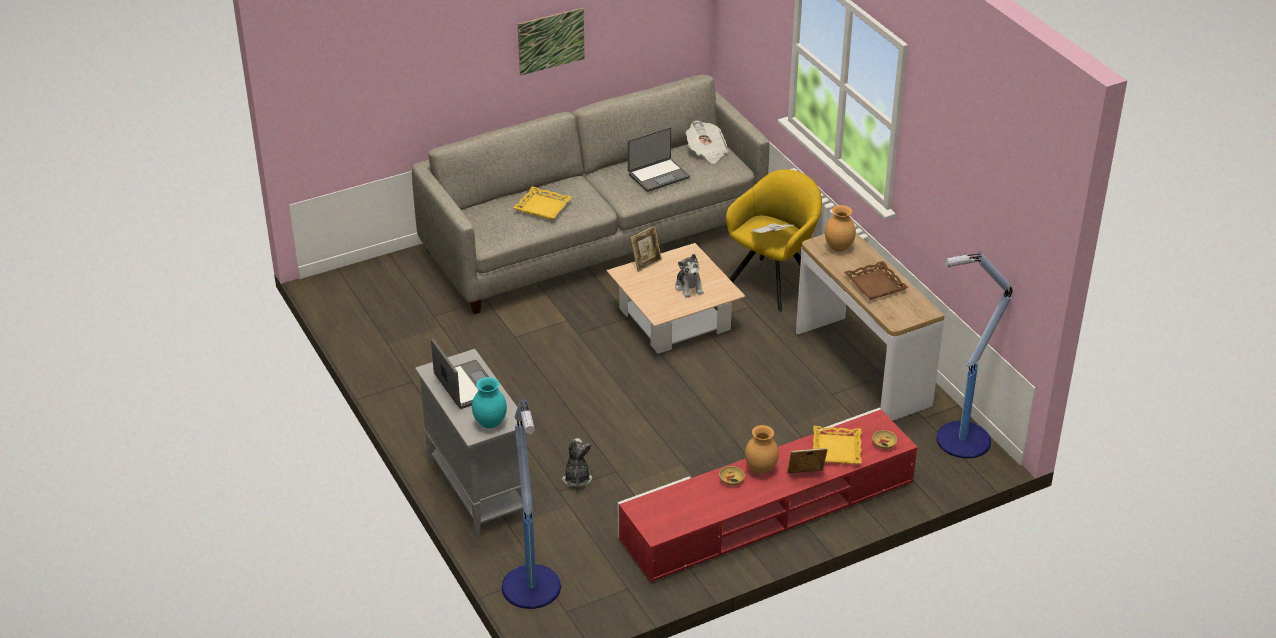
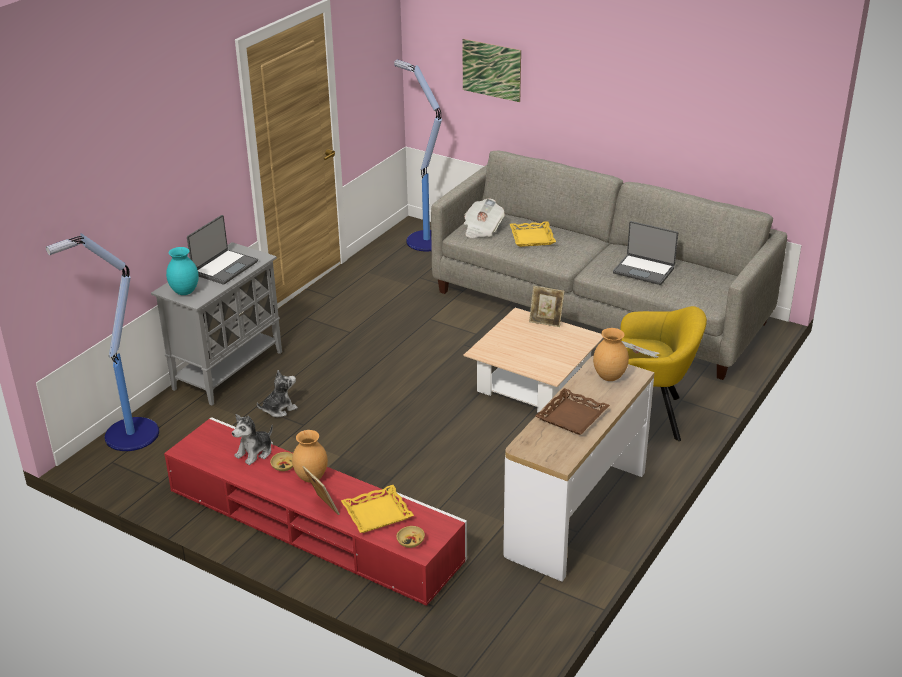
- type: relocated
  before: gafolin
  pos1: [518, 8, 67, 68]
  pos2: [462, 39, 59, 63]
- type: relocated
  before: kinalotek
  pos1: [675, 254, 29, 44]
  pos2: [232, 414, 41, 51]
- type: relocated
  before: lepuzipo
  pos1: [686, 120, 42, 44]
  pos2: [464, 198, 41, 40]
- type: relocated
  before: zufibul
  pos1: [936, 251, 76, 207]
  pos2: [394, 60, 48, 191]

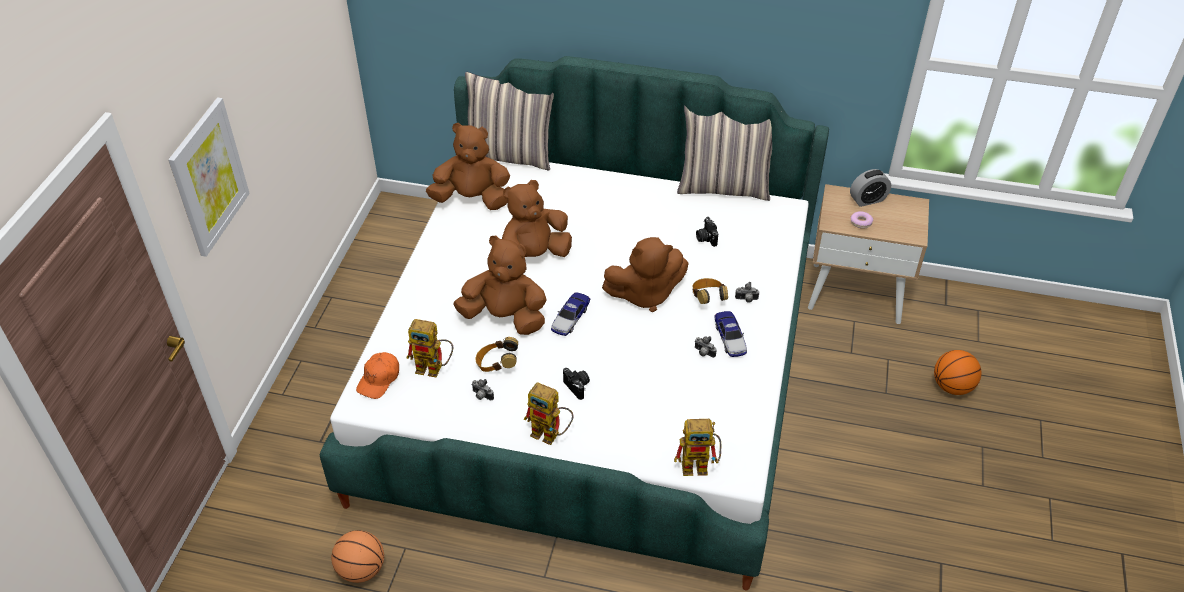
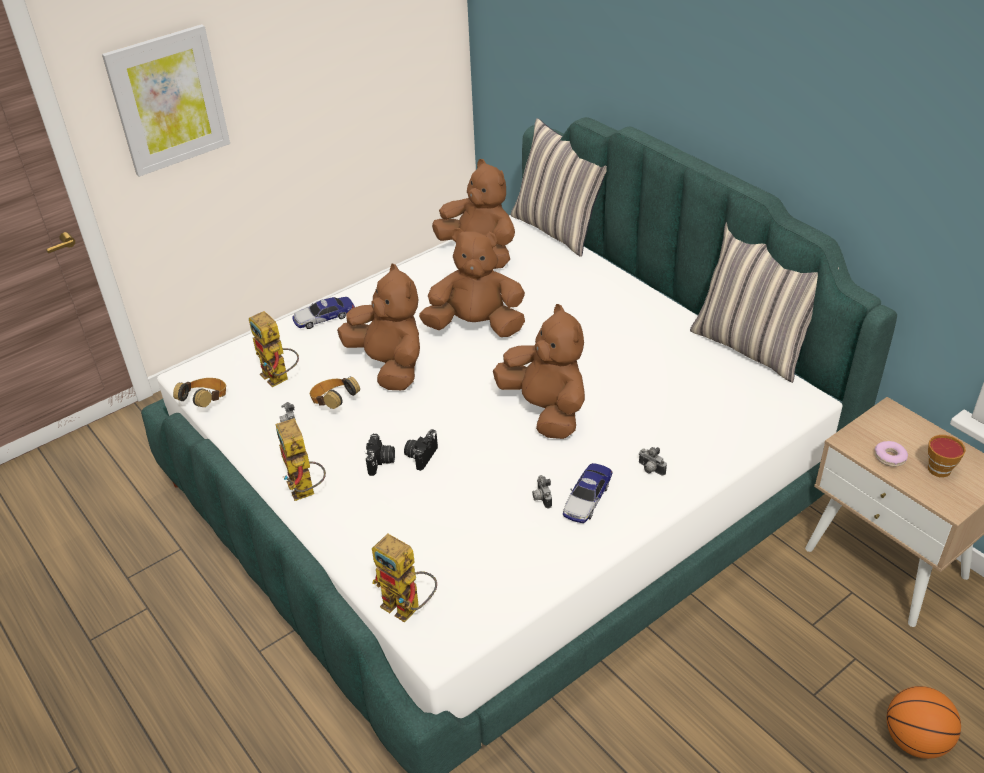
- type: missing
  before: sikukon
  pos1: [331, 530, 53, 53]
- type: missing
  before: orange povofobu
  pos1: [356, 352, 43, 47]
- type: missing
  before: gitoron
  pos1: [850, 169, 41, 38]
- type: appeared
  after: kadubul
  pos2: [928, 435, 38, 43]
- type: relocated
  before: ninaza
  pos1: [551, 292, 39, 44]
  pos2: [292, 297, 63, 32]
- type: relocated
  before: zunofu
  pos1: [692, 278, 36, 26]
  pos2: [173, 378, 53, 29]
- type: relocated
  before: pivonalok
  pos1: [696, 217, 23, 30]
  pos2: [404, 429, 34, 42]
- type: spun
  before: brown kinalotek
  pos1: [602, 237, 87, 75]
  pos2: [493, 304, 92, 135]
  turn: -150

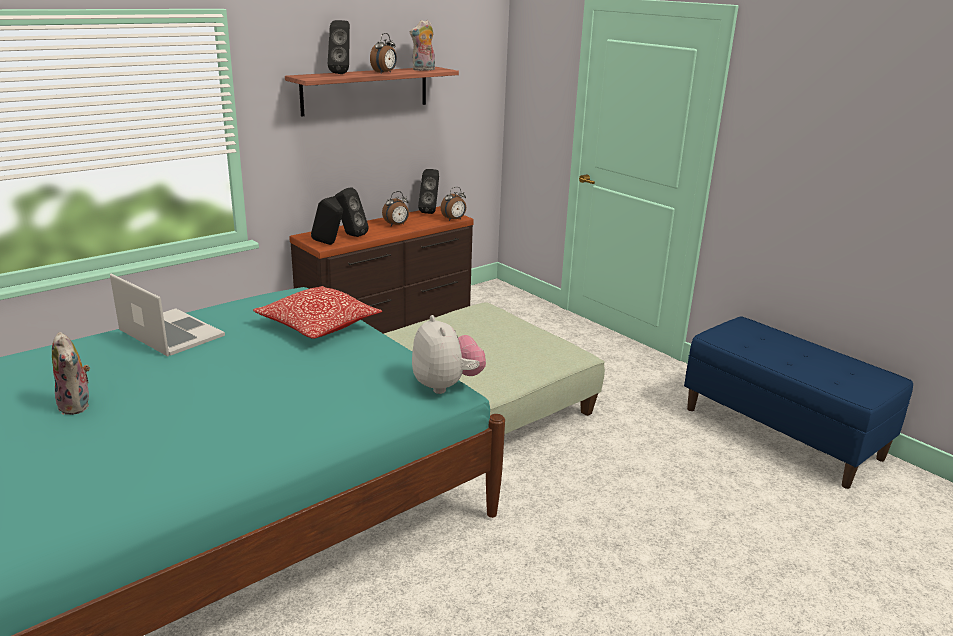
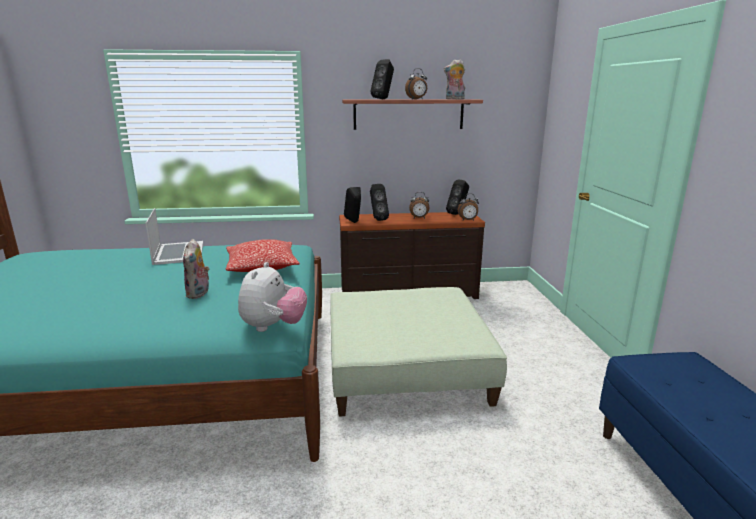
- type: relocated
  before: kinalotek
  pos1: [52, 332, 38, 83]
  pos2: [183, 239, 26, 60]

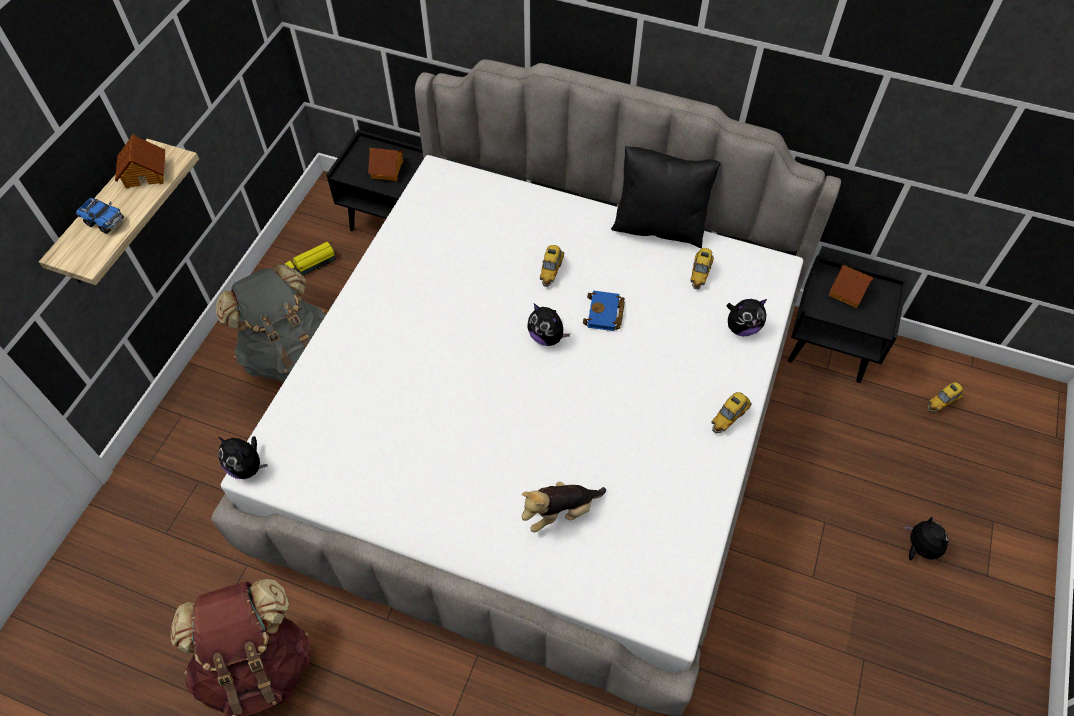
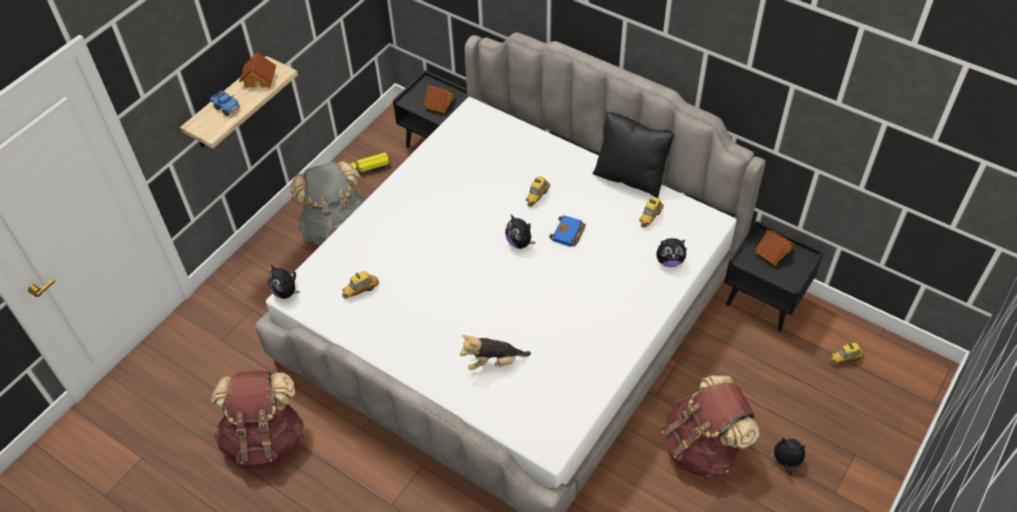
- type: appeared
  after: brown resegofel
  pos2: [662, 375, 97, 104]
- type: relocated
  before: ninaza
  pos1: [711, 392, 41, 41]
  pos2: [342, 271, 38, 28]
- type: spun
  before: kinalotek
  pos1: [904, 516, 45, 44]
  pos2: [769, 438, 36, 38]
  turn: -60

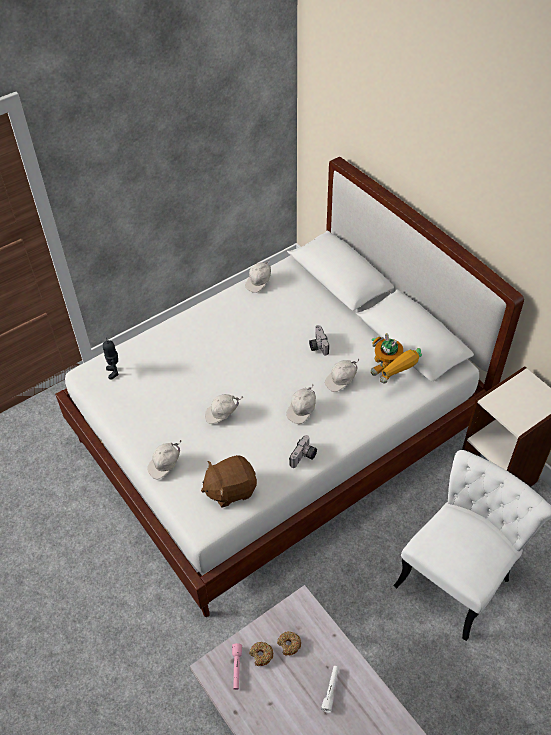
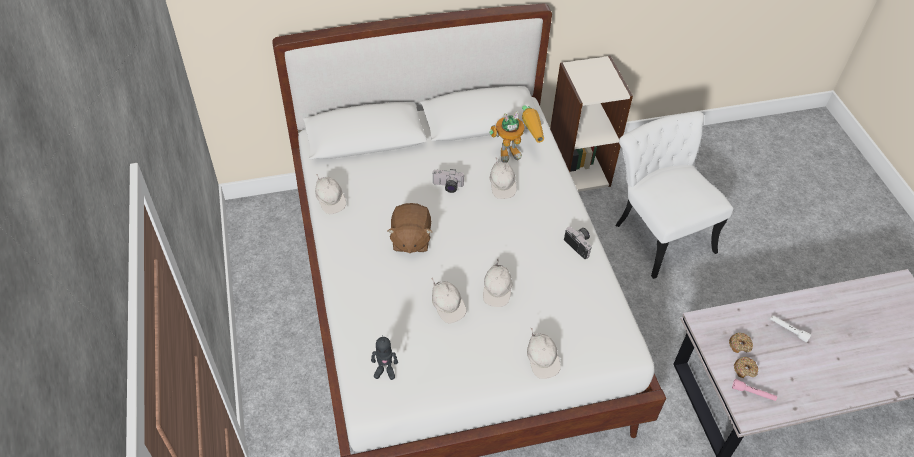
- type: relocated
  before: brown kinalotek
  pos1: [201, 455, 56, 53]
  pos2: [388, 203, 44, 51]
- type: relocated
  before: white povofobu
  pos1: [286, 384, 30, 40]
  pos2: [431, 278, 35, 45]

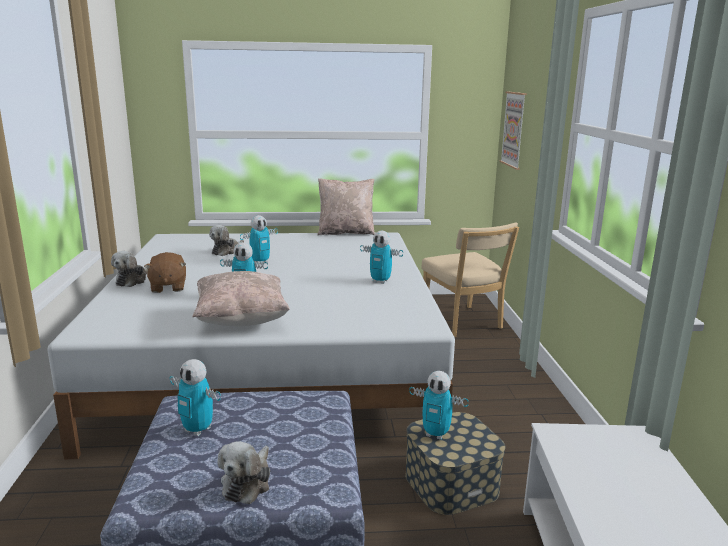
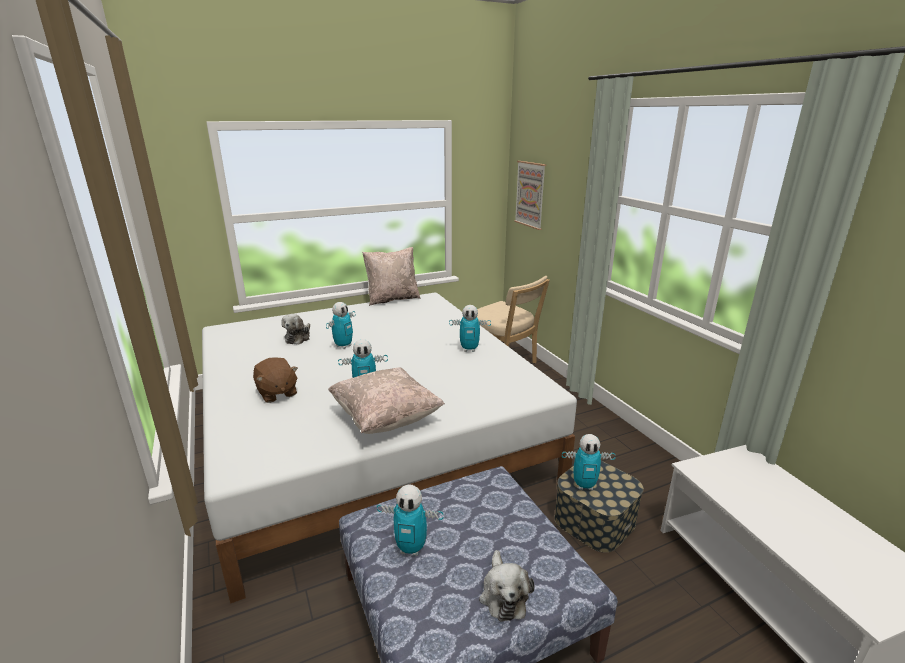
- type: missing
  before: kinalotek
  pos1: [111, 251, 37, 36]

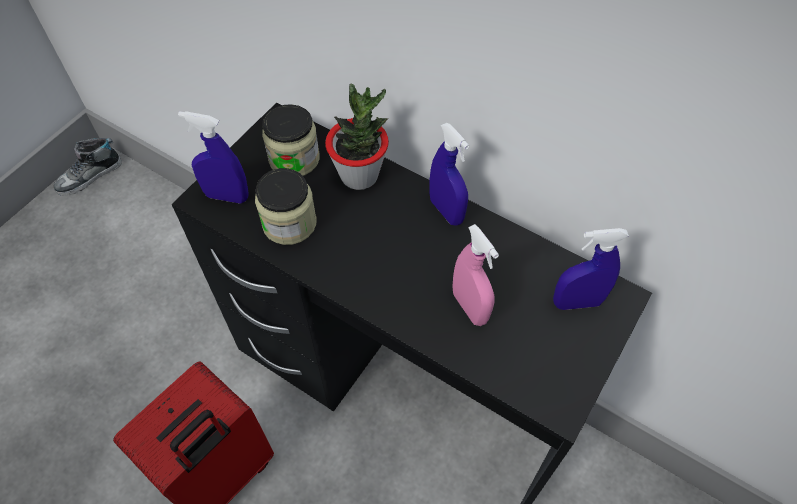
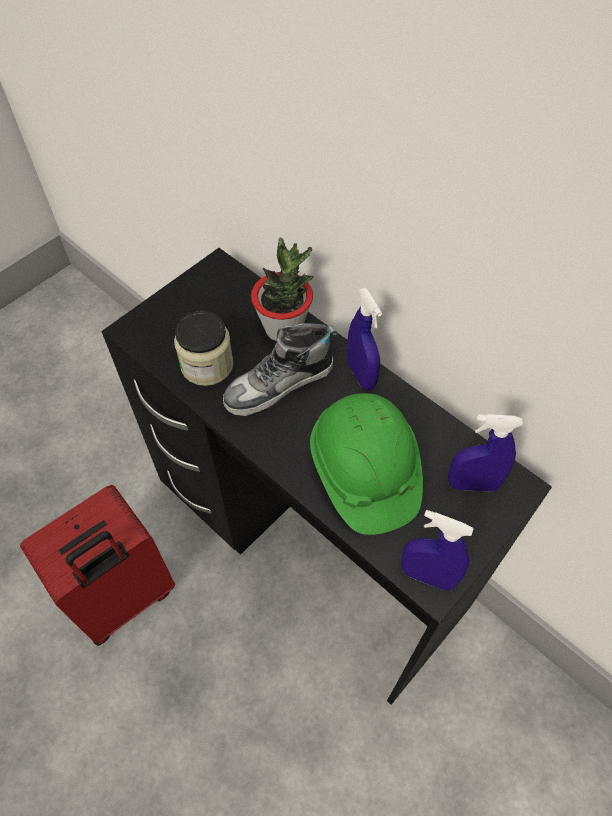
- type: missing
  before: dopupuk
  pos1: [262, 104, 58, 72]
- type: relocated
  before: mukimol
  pos1: [54, 138, 68, 58]
  pos2: [223, 323, 114, 93]
- type: relocated
  before: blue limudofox
  pos1: [178, 111, 71, 93]
  pos2: [401, 510, 73, 81]
- type: exchanged
  before: pink limudofox
  after: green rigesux
  pos1: [452, 224, 47, 102]
  pos2: [310, 393, 113, 142]

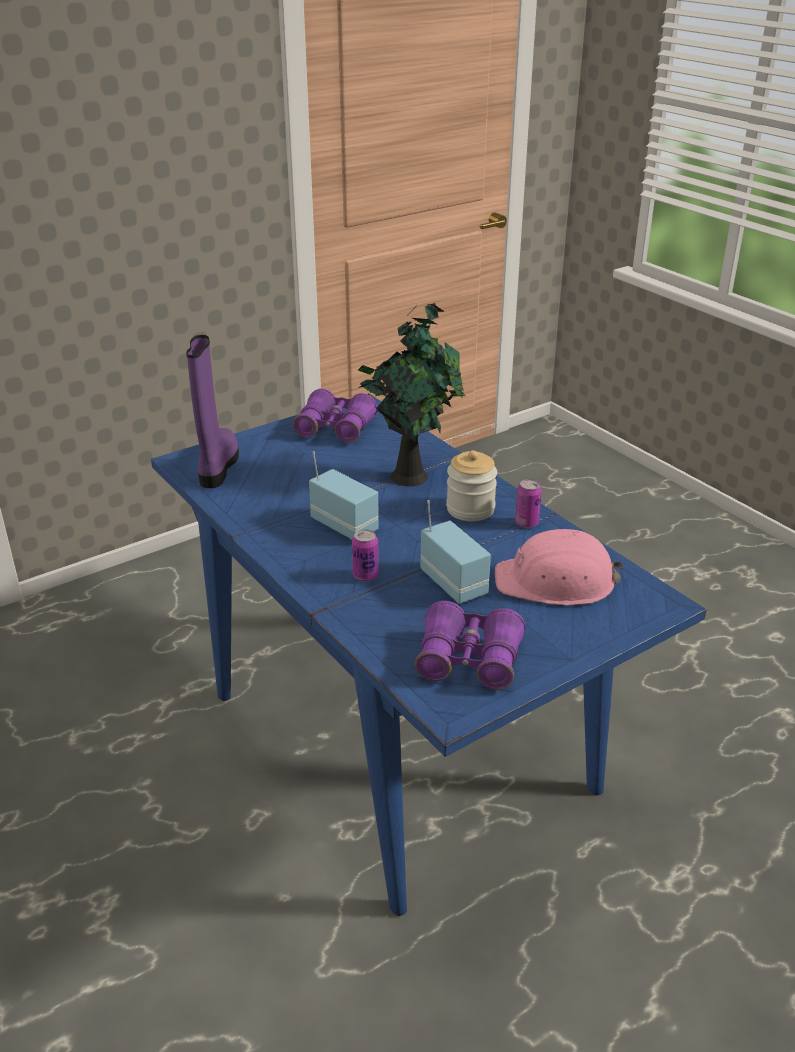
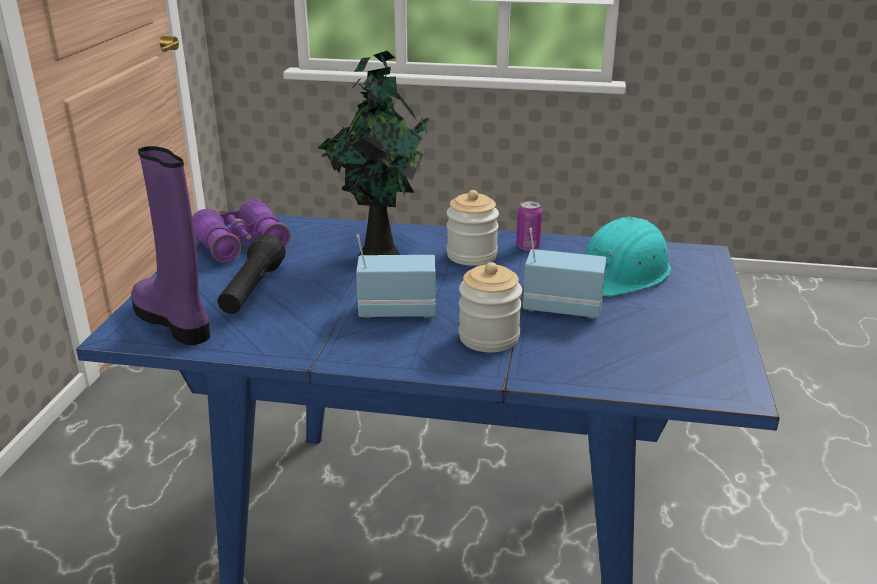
- type: missing
  before: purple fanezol
  pos1: [415, 601, 110, 89]
- type: appeared
  after: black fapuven
  pos2: [217, 234, 69, 80]
- type: exchanged
  before: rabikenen
  after: dopupuk
  pos1: [352, 529, 27, 53]
  pos2: [459, 262, 63, 90]
- type: colour
  before: pink rigesux
  after: turquoise rigesux
  pos1: [495, 529, 128, 76]
  pos2: [585, 216, 86, 80]

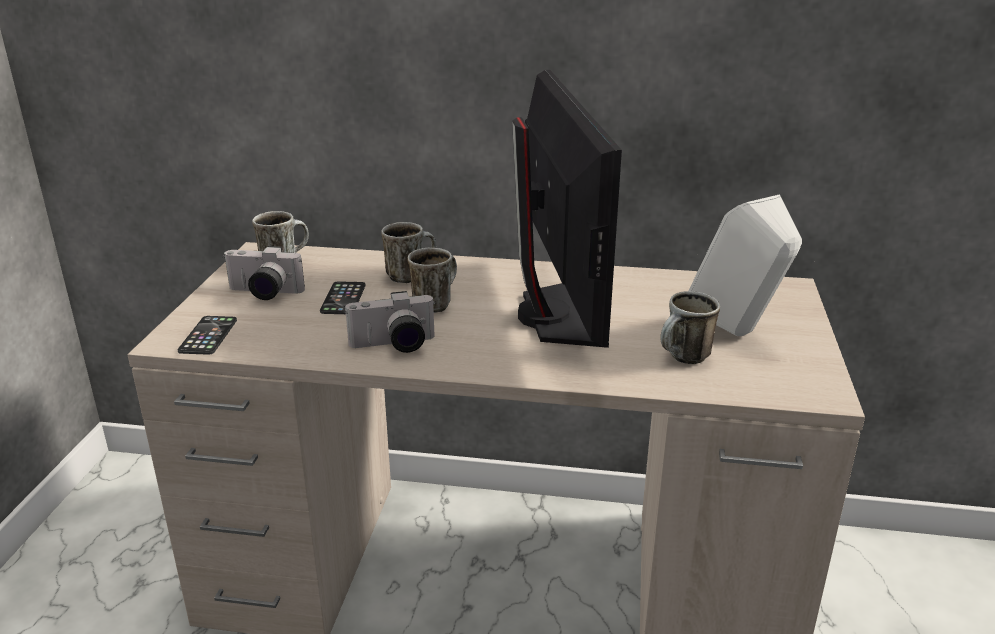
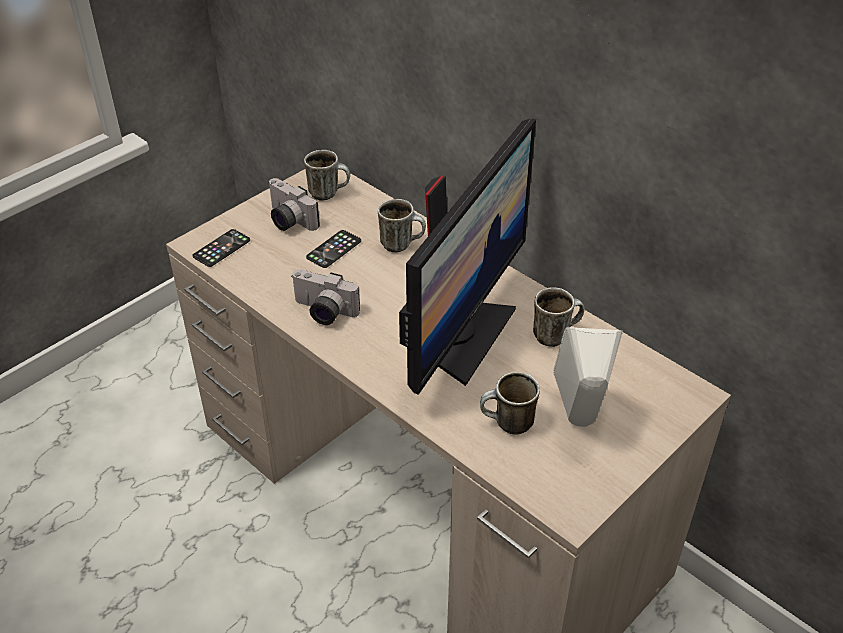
- type: relocated
  before: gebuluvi
  pos1: [407, 248, 50, 65]
  pos2: [533, 287, 51, 60]

